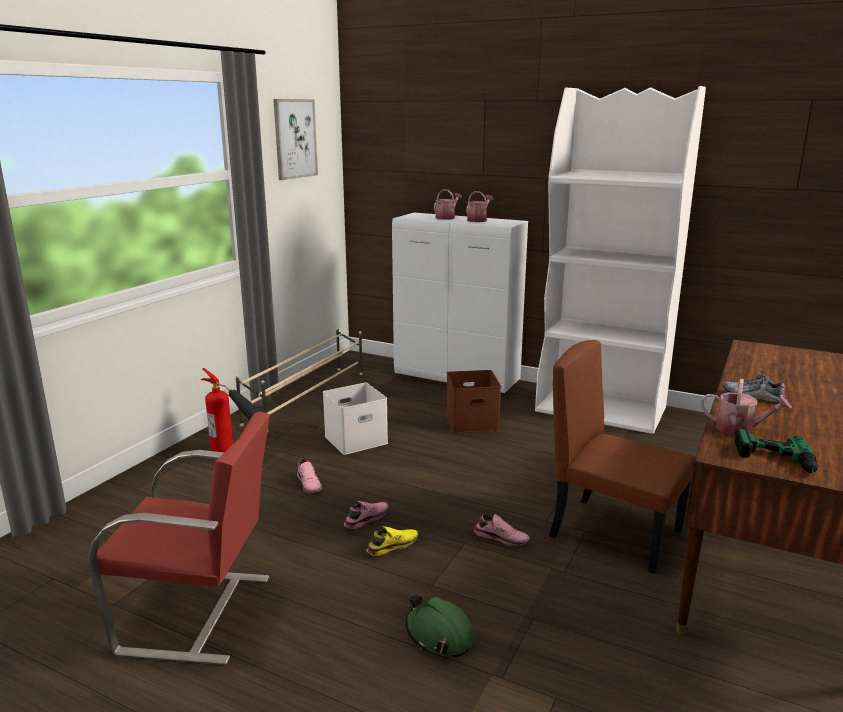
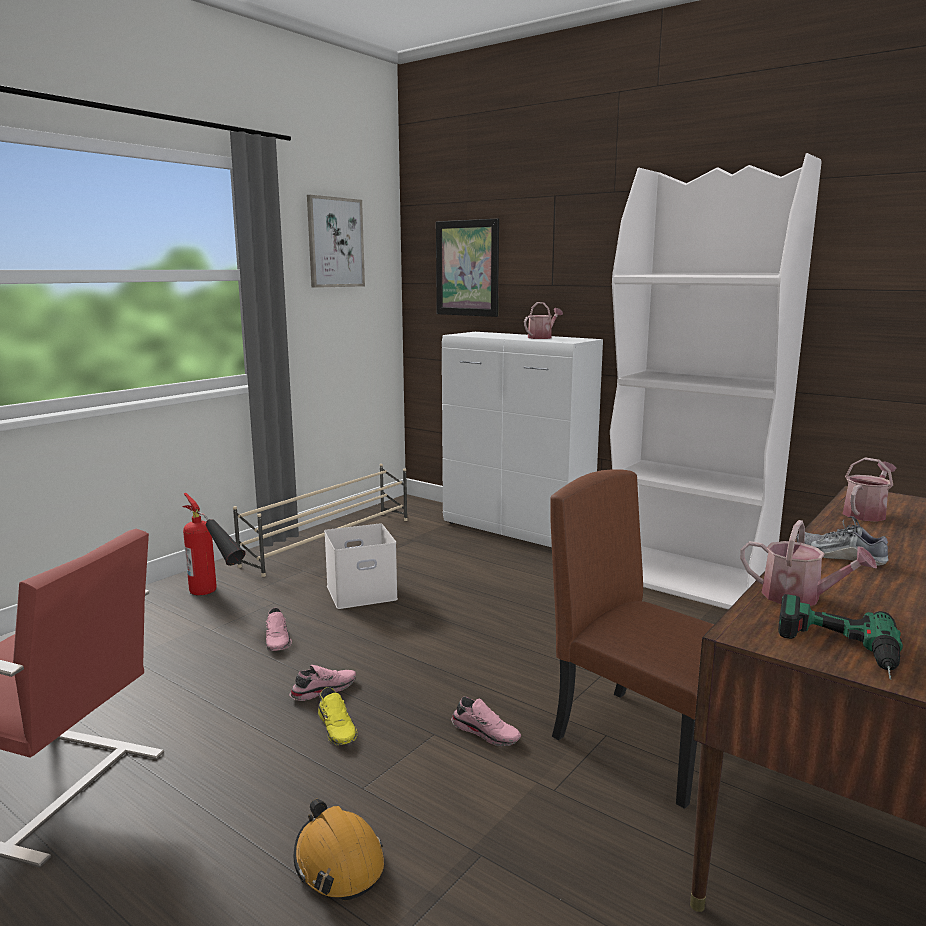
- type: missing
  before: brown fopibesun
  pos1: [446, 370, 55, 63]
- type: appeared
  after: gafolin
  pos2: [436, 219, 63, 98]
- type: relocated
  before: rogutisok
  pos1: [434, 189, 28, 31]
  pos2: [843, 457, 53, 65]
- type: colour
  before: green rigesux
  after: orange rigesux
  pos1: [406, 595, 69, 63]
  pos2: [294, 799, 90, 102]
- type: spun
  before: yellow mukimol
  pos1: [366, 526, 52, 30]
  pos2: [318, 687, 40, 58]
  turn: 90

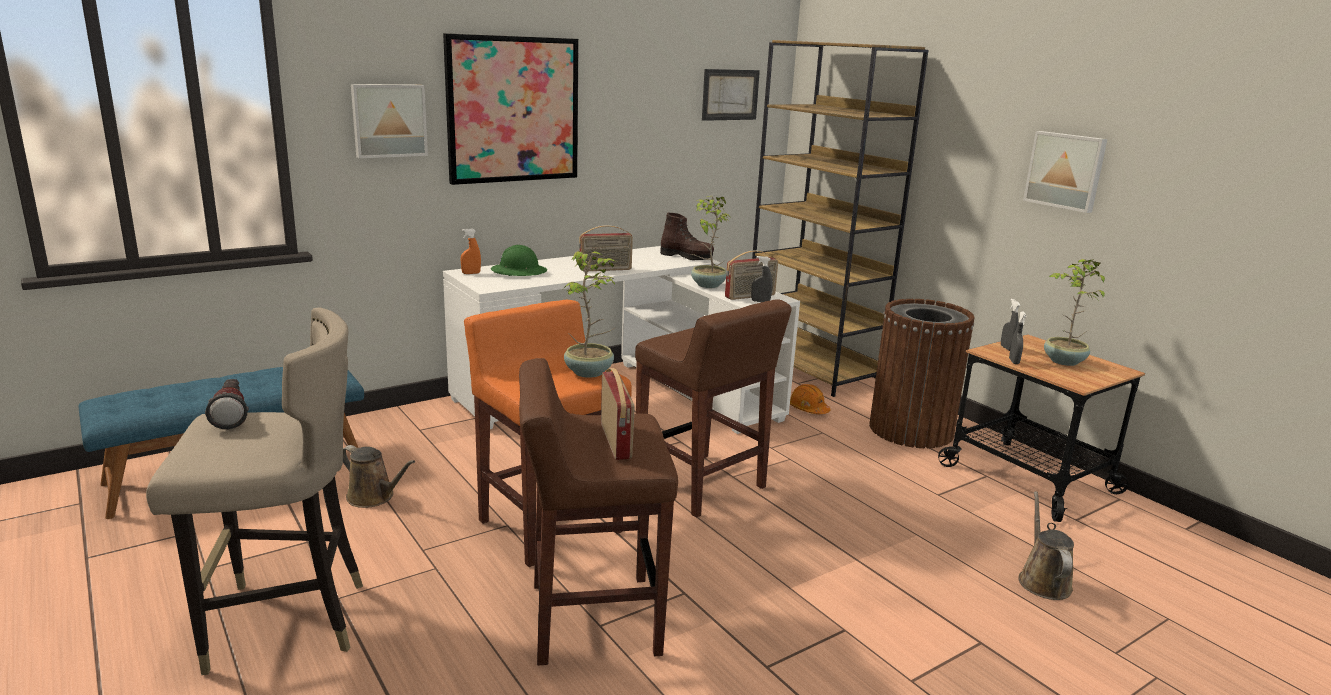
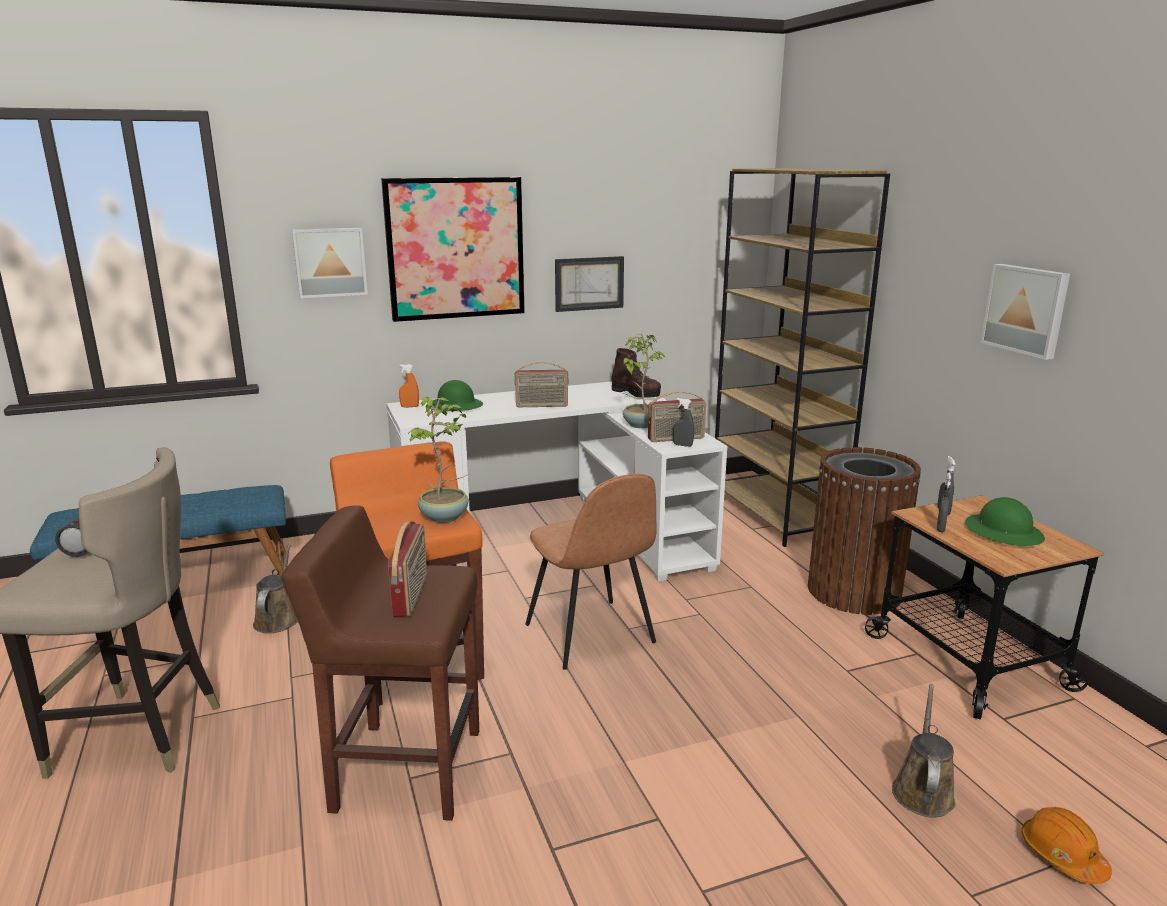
- type: relocated
  before: gafolin
  pos1: [702, 69, 58, 52]
  pos2: [555, 256, 69, 56]
- type: relocated
  before: orange rigesux
  pos1: [790, 384, 41, 30]
  pos2: [1021, 807, 91, 77]
- type: exchanged
  before: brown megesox
  after: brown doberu
  pos1: [635, 299, 157, 219]
  pos2: [525, 474, 132, 196]
- type: exchanged
  before: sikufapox
  after: green rigesux
  pos1: [1044, 259, 61, 107]
  pos2: [965, 497, 80, 49]
- type: spun
  before: brown rogutisok
  pos1: [343, 445, 72, 63]
  pos2: [253, 545, 45, 88]
  turn: -135

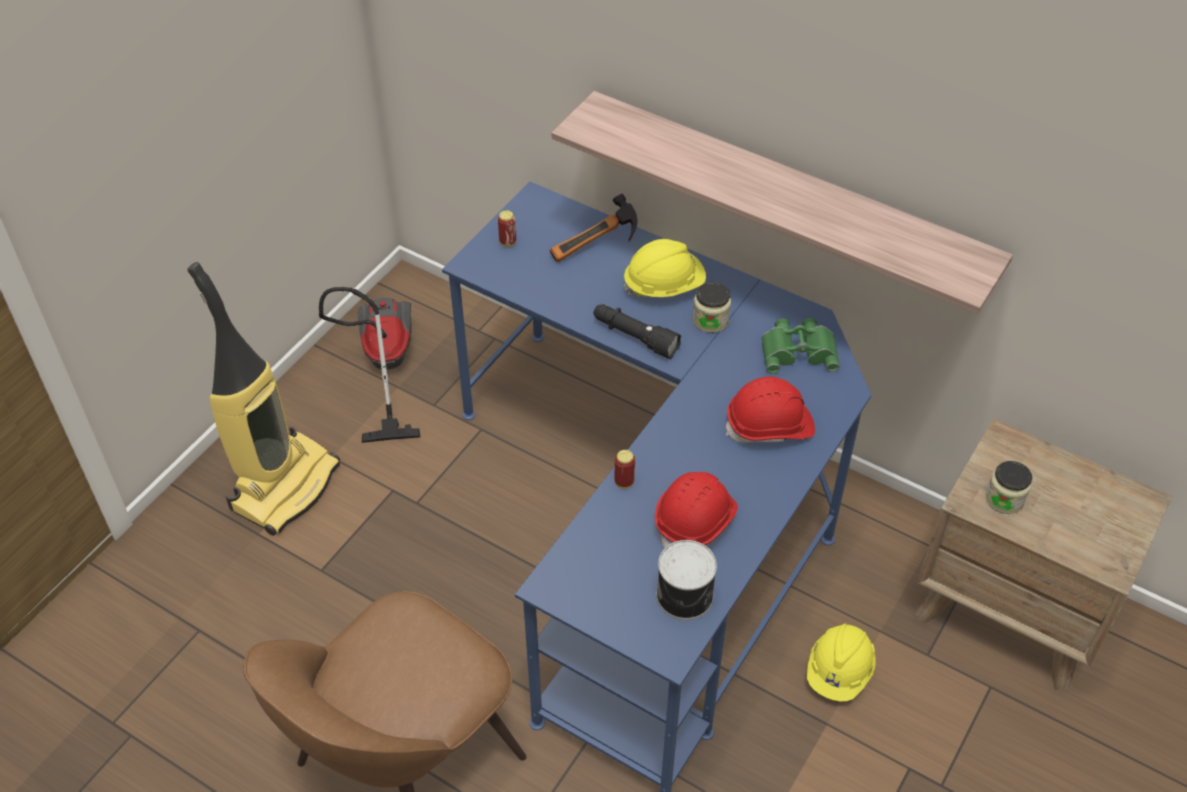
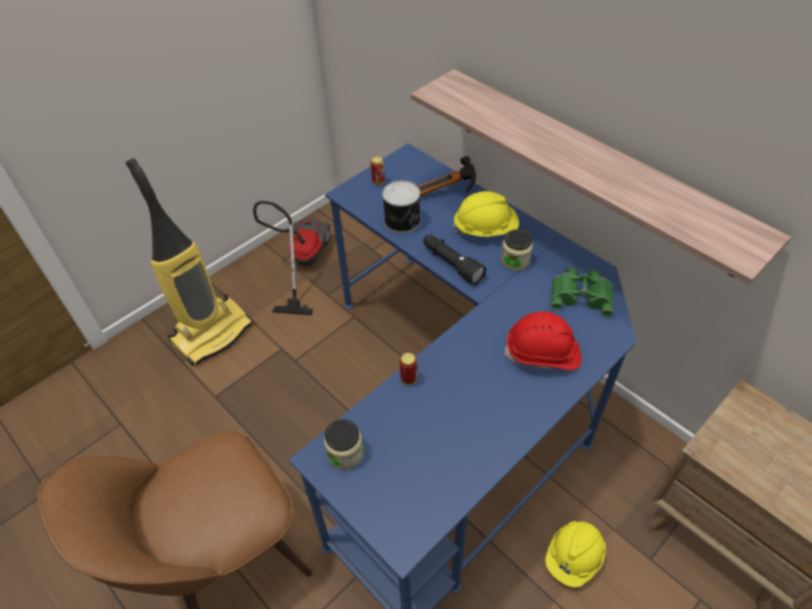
- type: missing
  before: red rigesux
  pos1: [655, 472, 83, 76]
- type: relocated
  before: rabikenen
  pos1: [656, 540, 61, 80]
  pos2: [382, 180, 39, 53]
- type: relocated
  before: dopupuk
  pos1: [985, 461, 47, 53]
  pos2: [324, 420, 40, 49]

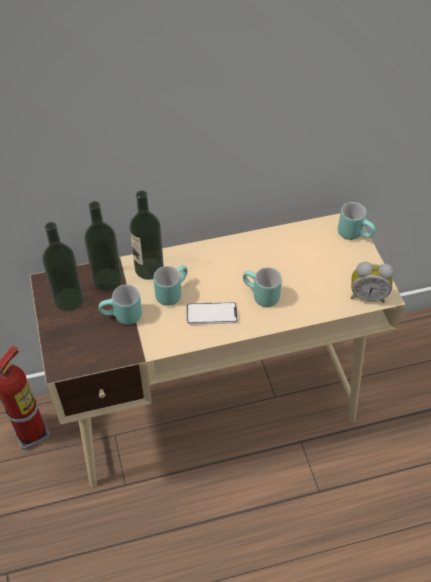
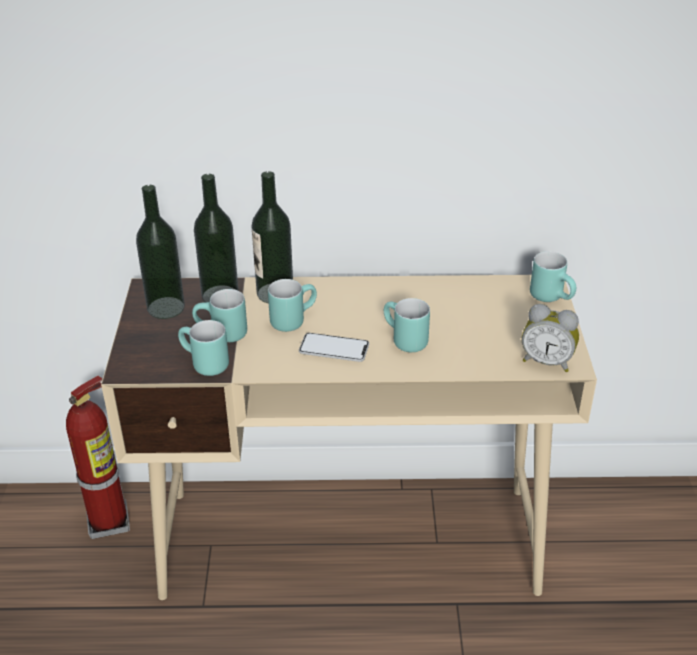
- type: appeared
  after: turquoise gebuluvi
  pos2: [178, 320, 51, 56]

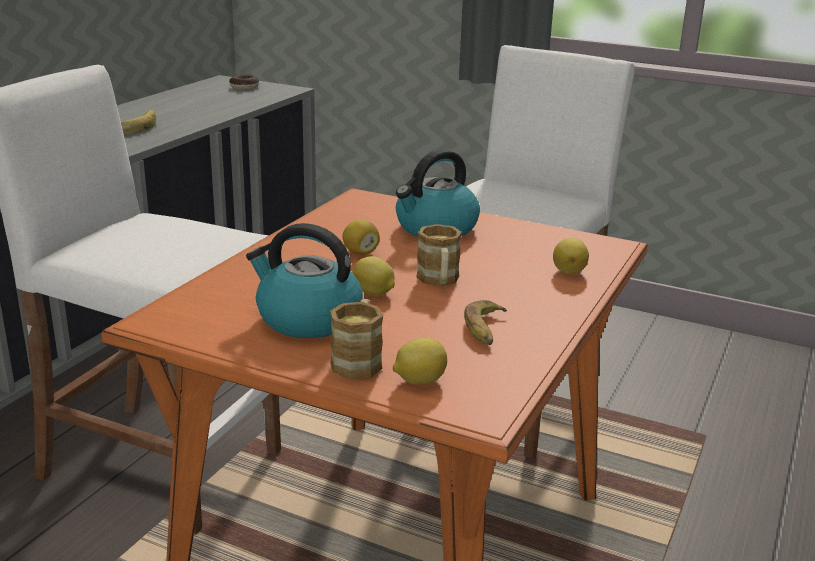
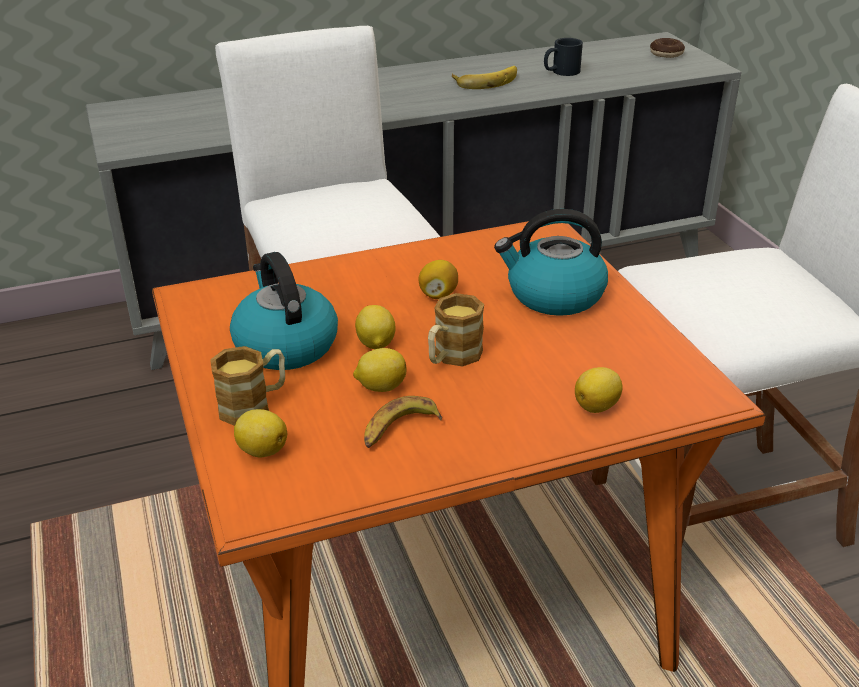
- type: appeared
  after: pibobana
  pos2: [353, 348, 54, 44]
- type: appeared
  after: black gebuluvi
  pos2: [544, 38, 39, 38]

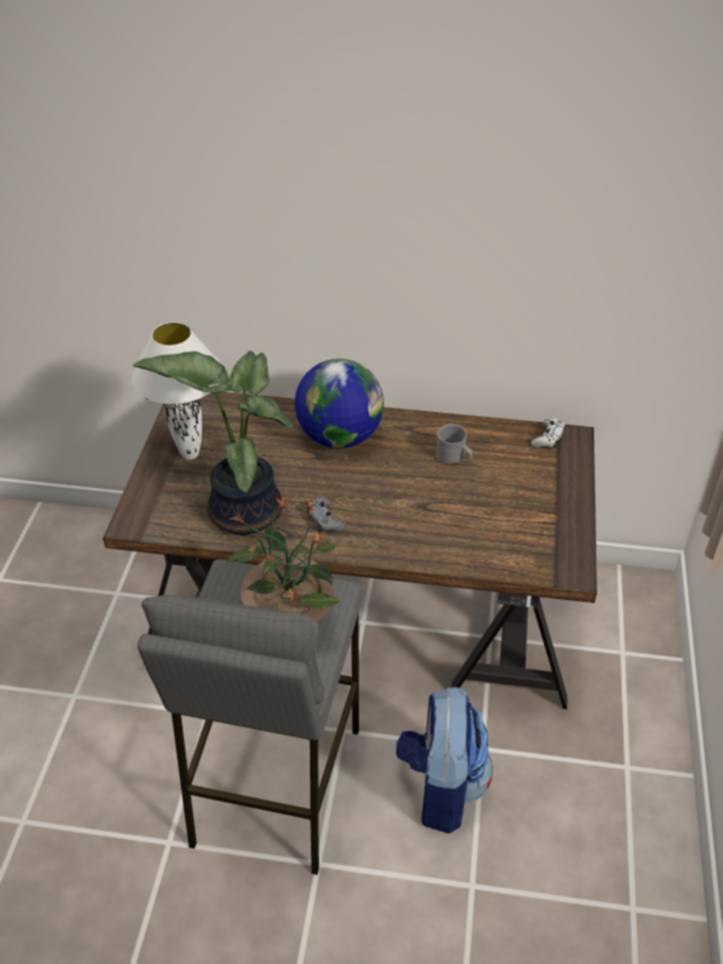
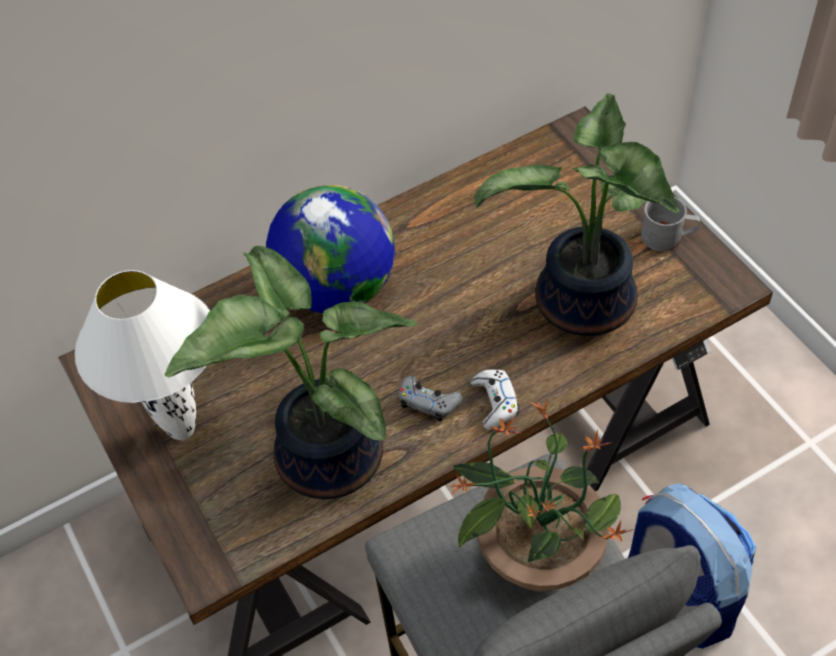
- type: appeared
  after: sikufapox
  pos2: [474, 93, 205, 243]
- type: relocated
  before: grey gebuluvi
  pos1: [436, 424, 37, 41]
  pos2: [641, 196, 59, 55]
- type: relocated
  before: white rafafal
  pos1: [531, 418, 35, 30]
  pos2: [470, 370, 49, 59]

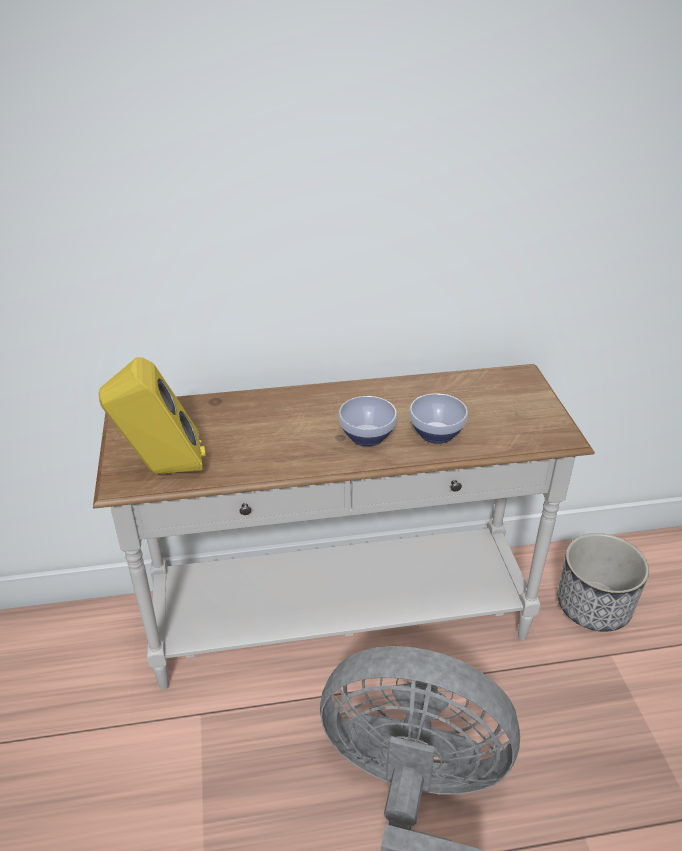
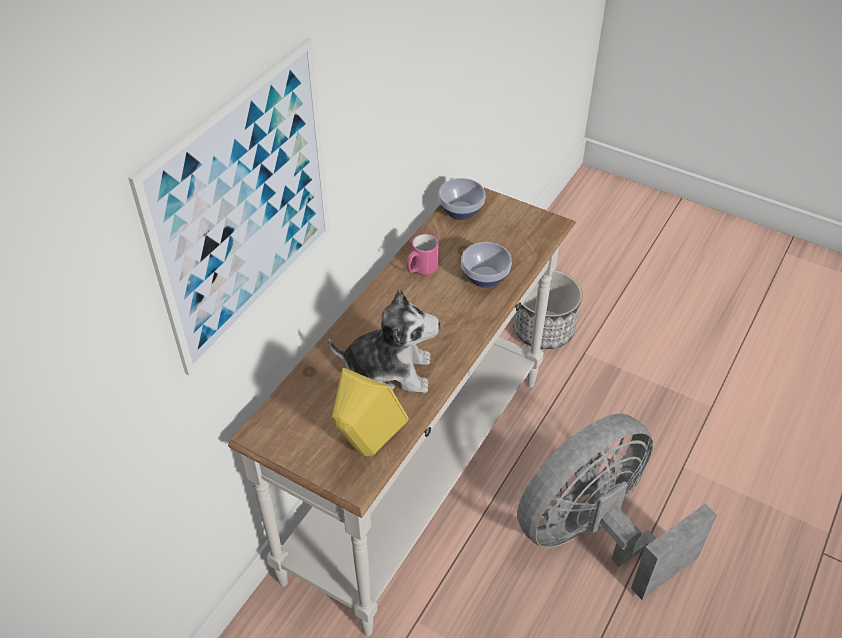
- type: appeared
  after: gafolin
  pos2: [128, 38, 202, 337]
- type: appeared
  after: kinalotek
  pos2: [328, 289, 112, 104]
- type: appeared
  after: pink gebuluvi
  pos2: [406, 234, 33, 41]
- type: relocated
  before: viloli
  pos1: [339, 396, 58, 50]
  pos2: [438, 178, 48, 42]

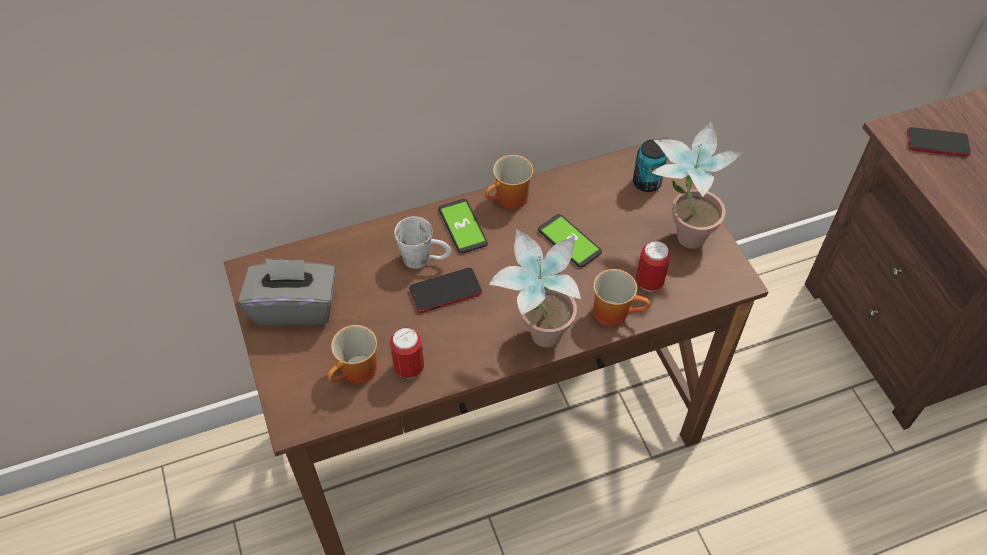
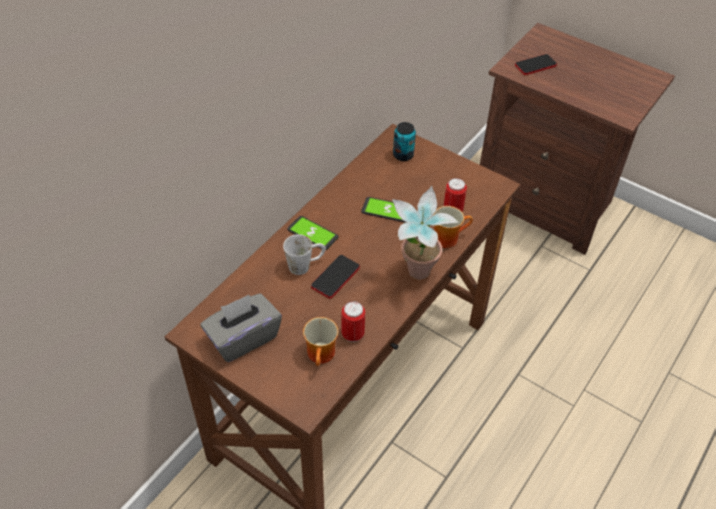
- type: missing
  before: gebuluvi
  pos1: [485, 155, 48, 54]
- type: missing
  before: sikufapox
  pos1: [652, 121, 90, 128]

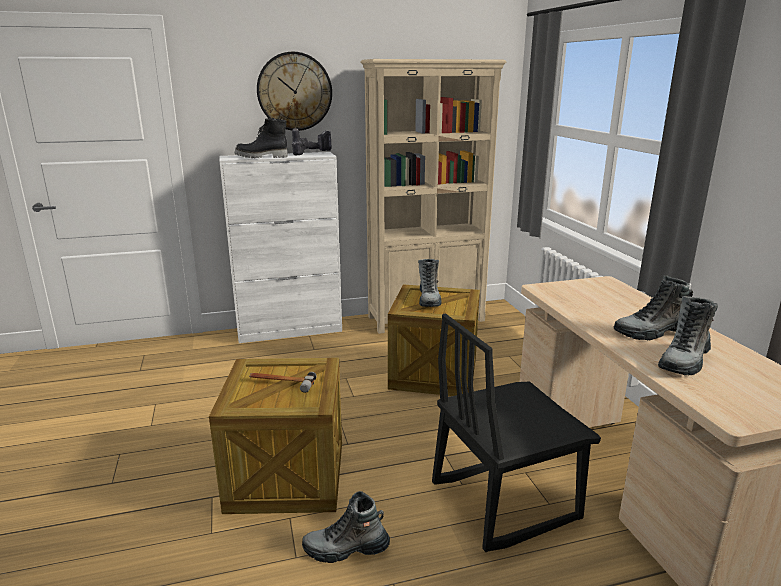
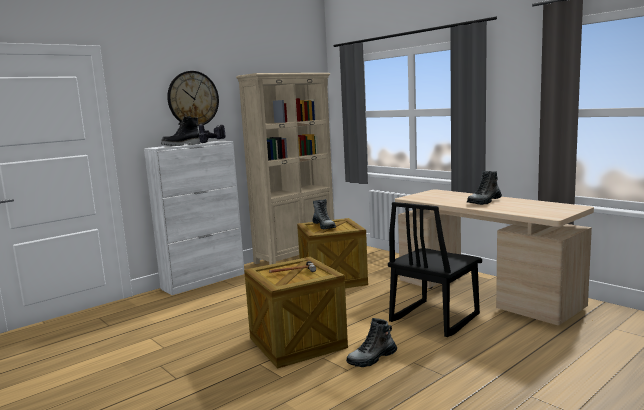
- type: missing
  before: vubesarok
  pos1: [658, 296, 60, 79]

